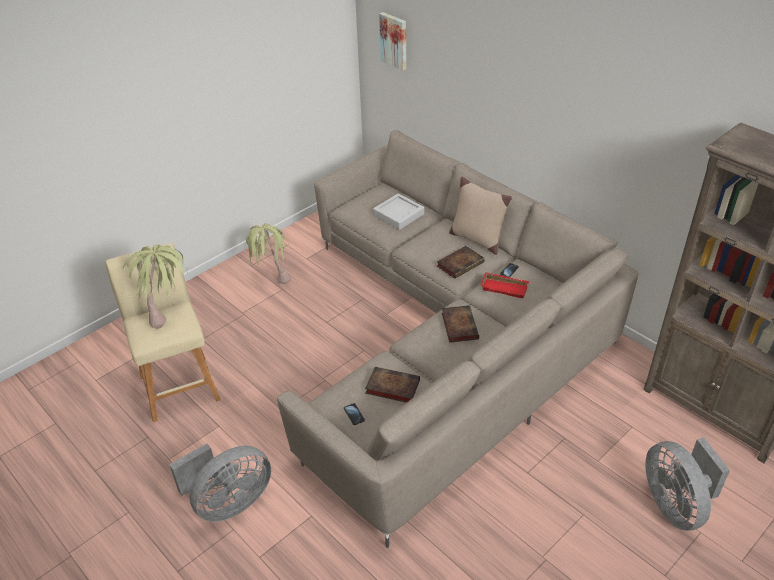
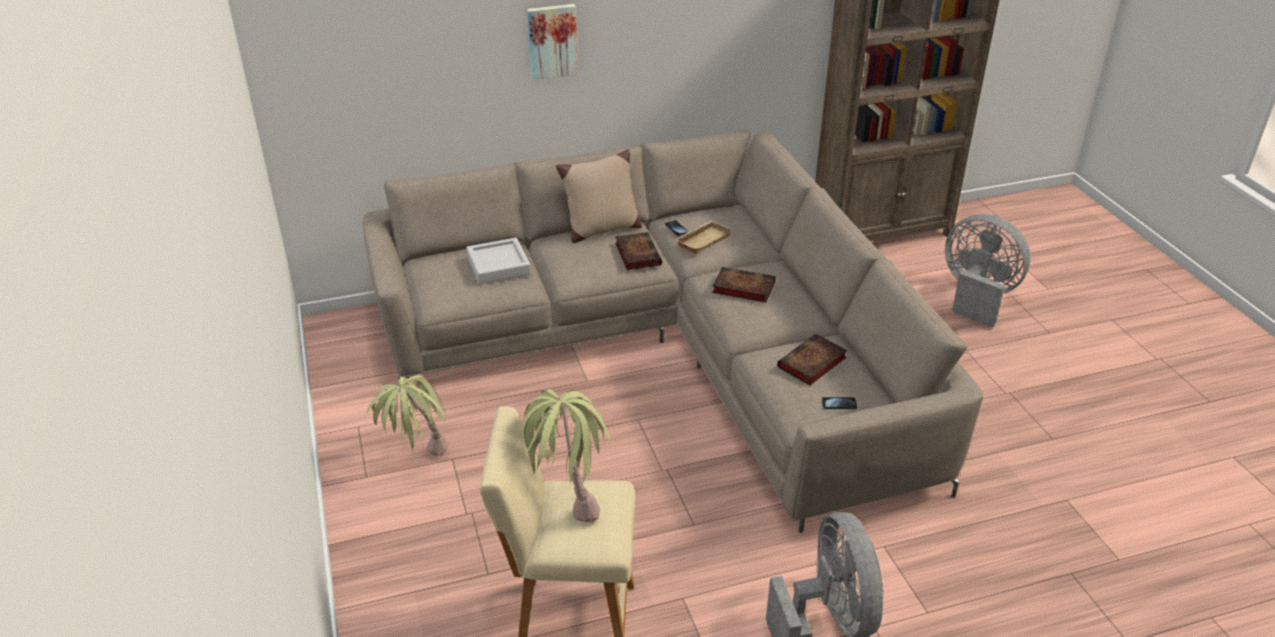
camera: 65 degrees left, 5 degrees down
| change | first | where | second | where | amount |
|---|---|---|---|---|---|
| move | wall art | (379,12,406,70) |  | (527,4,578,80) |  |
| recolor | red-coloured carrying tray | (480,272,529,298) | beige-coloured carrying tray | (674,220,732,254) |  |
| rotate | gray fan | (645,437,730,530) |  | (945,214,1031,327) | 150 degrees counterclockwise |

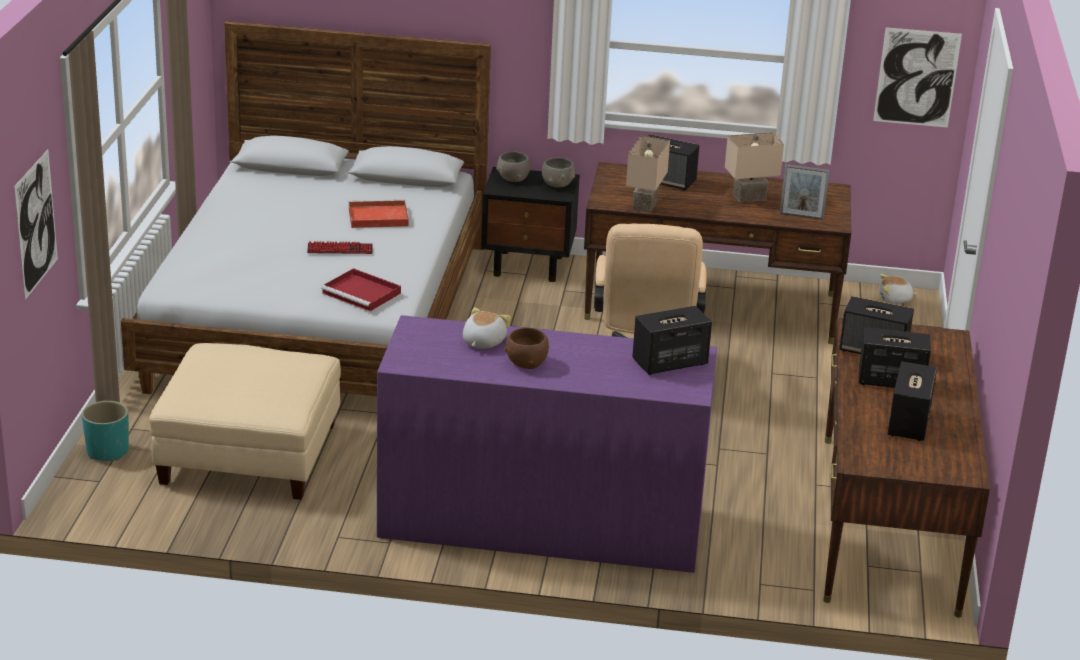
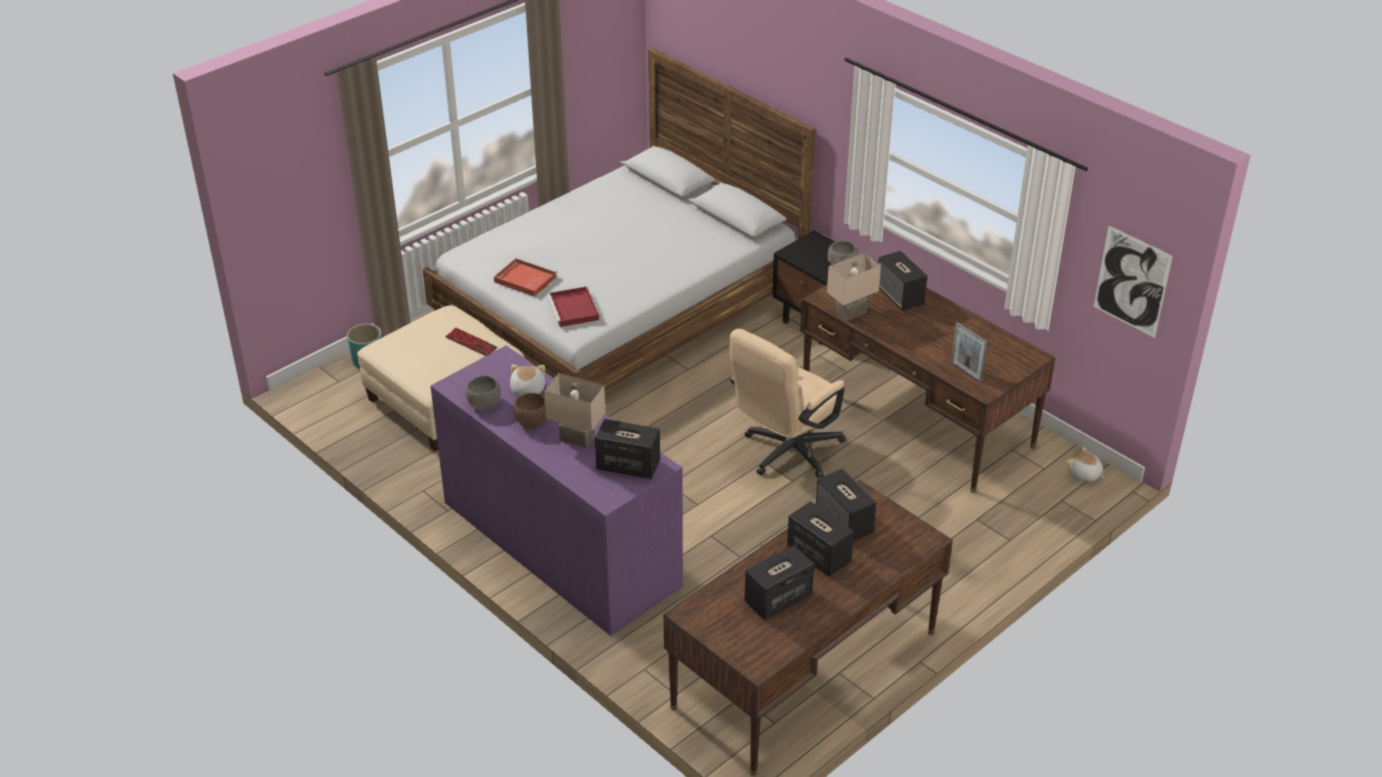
camera: 40 degrees right, 10 degrees up
| change | first | where | second | where | amount |
|---|---|---|---|---|---|
| move | computer keyboard | (307,241,373,254) |  | (446,327,497,356) |  |
| move | gray bowl | (496,152,531,182) |  | (465,376,501,411) |  |
| move | red-coloured carrying tray | (349,200,409,228) |  | (494,258,557,297) |  |
| rotate | cuddly toy | (463,307,511,349) |  | (510,364,545,397) | 60 degrees counterclockwise |
| move | beige-coloured tabletop lamp | (725,132,784,202) |  | (544,373,605,448) |  |
| delete | wall art | (14,150,58,300) |  |  |  |

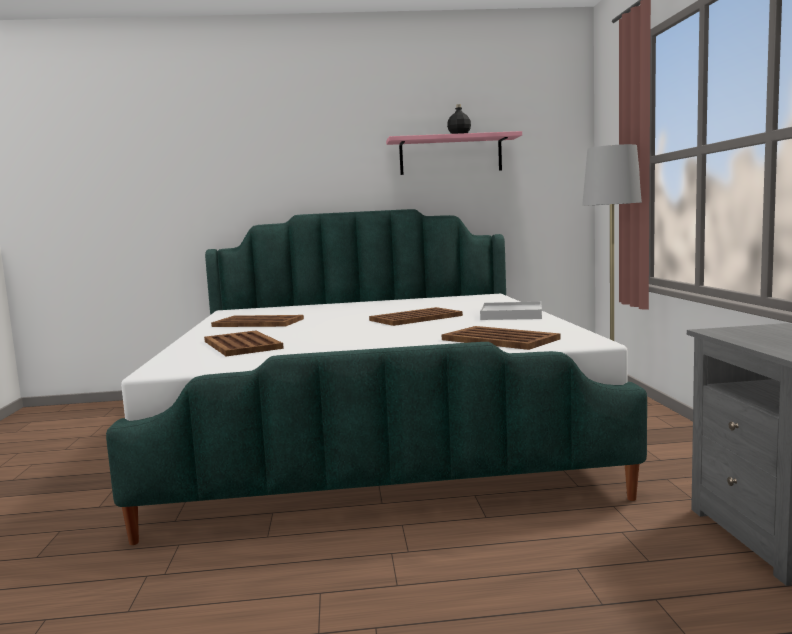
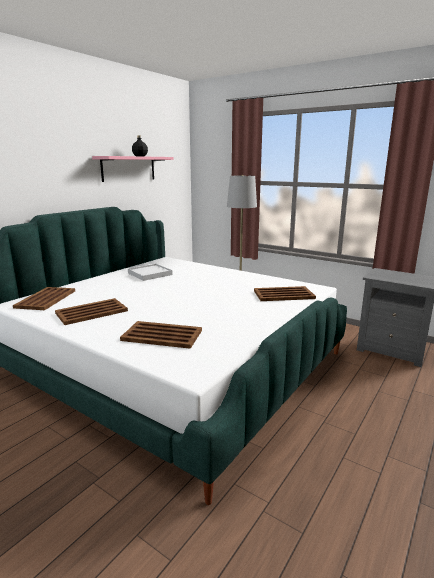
camera: 50 degrees left, 10 degrees up
| change | first | where | second | where | amount |
|---|---|---|---|---|---|
| move | brown carrying tray | (369,307,463,326) |  | (13,287,75,310) |  |
| move | white-coloured carrying tray | (480,302,542,320) |  | (128,264,173,281) |  |

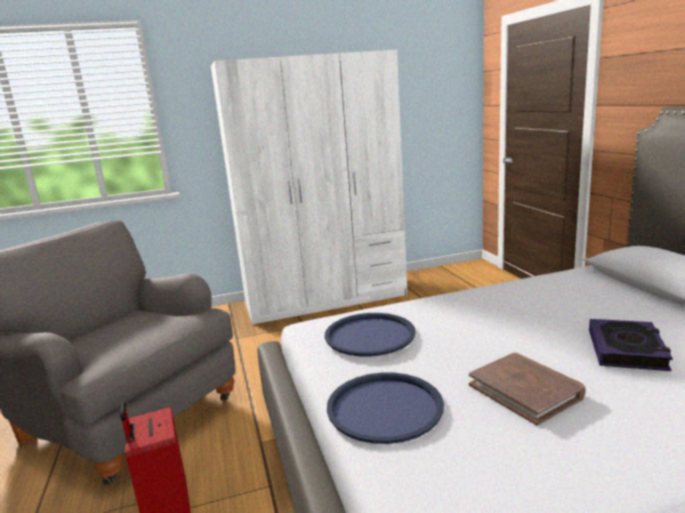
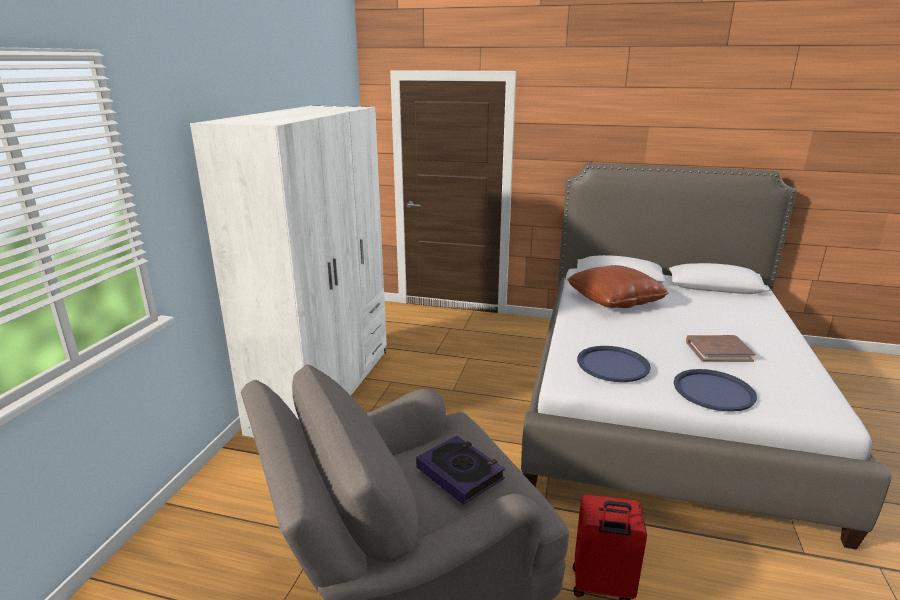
camera: 60 degrees left, 5 degrees up
| change | first | where | second | where | amount |
|---|---|---|---|---|---|
| move | book | (589,319,673,371) |  | (416,436,505,505) |  |
| insert |  |  | brown pillow | (567,265,668,308) |  |

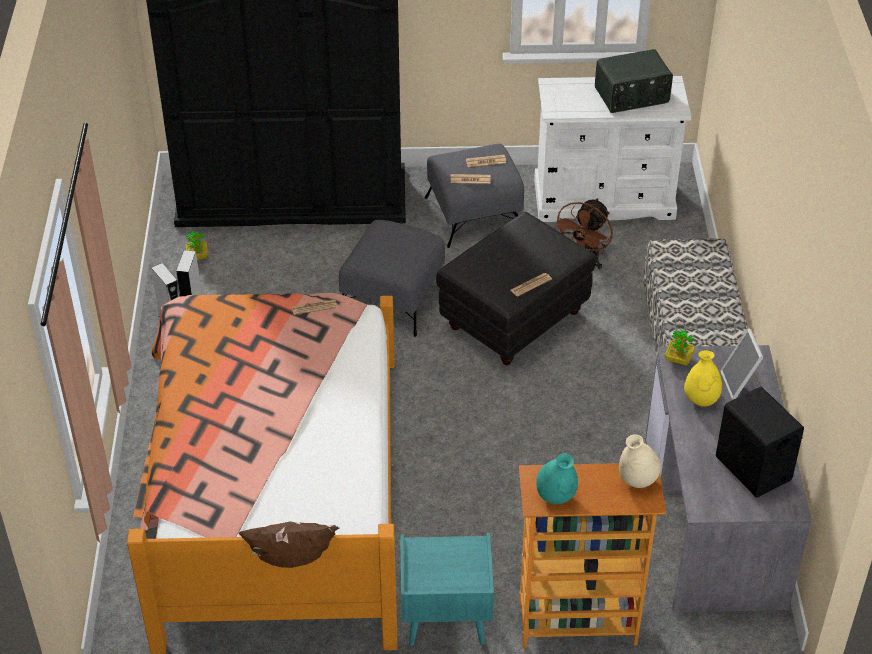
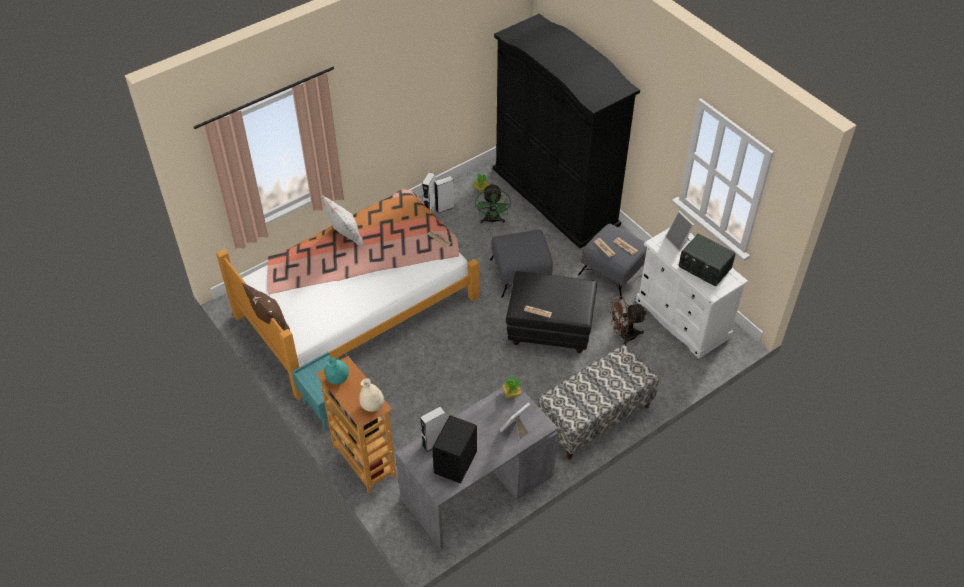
camera: 55 degrees right, 5 degrees up
| change | first | where | second | where | amount |
|---|---|---|---|---|---|
| insert |  |  | white-coloured pillow | (322,196,364,247) |  |
| insert |  |  | gray loudspeaker | (420,406,446,452) |  |
| insert |  |  | green fan | (475,183,511,224) |  |
| insert |  |  | photo frame | (665,211,694,252) |  |
| delete | yellow-coloured flower vase | (684,351,722,407) |  |  |  |

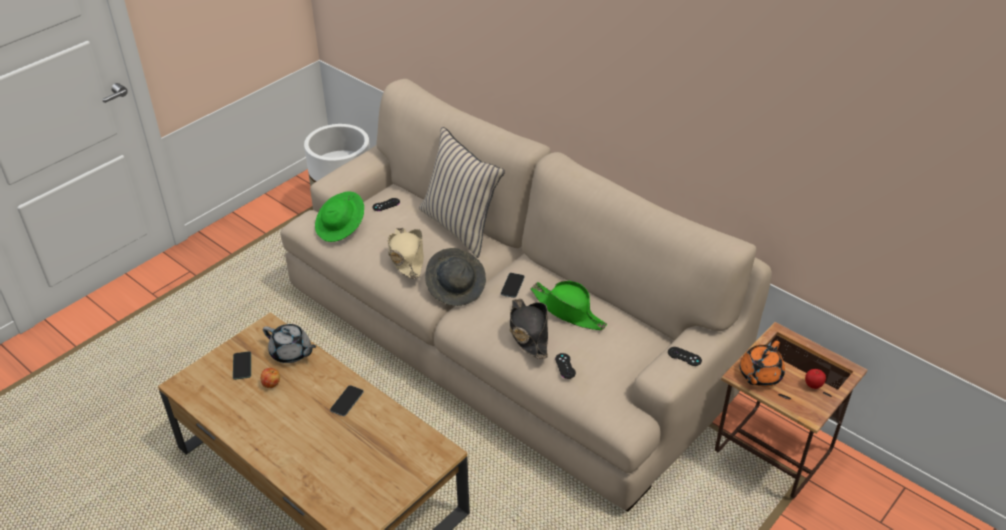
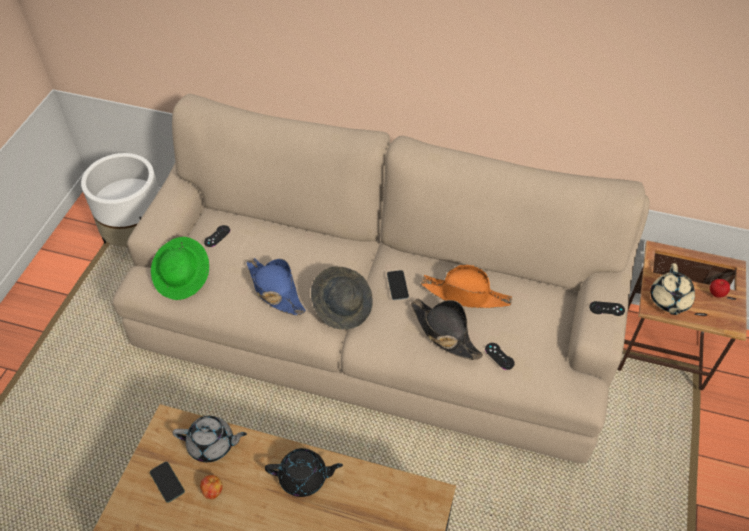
camera: 25 degrees left, 10 degrees up
| change | first | where | second | where | amount |
|---|---|---|---|---|---|
| recolor | beige-coloured wearable hat | (388,227,424,279) | blue wearable hat | (246,258,306,315) |  |
| replace | telephone | (330,385,363,416) | black-coloured teapot | (265,448,343,497) |  |
| recolor | green wearable hat | (531,280,607,330) | orange wearable hat | (421,265,512,308) |  |
| recolor | orange teapot | (740,341,785,387) | beige-coloured teapot | (650,263,695,315) |  |
| delete | beige-coloured pillow | (419,127,505,258) |  |  |  |

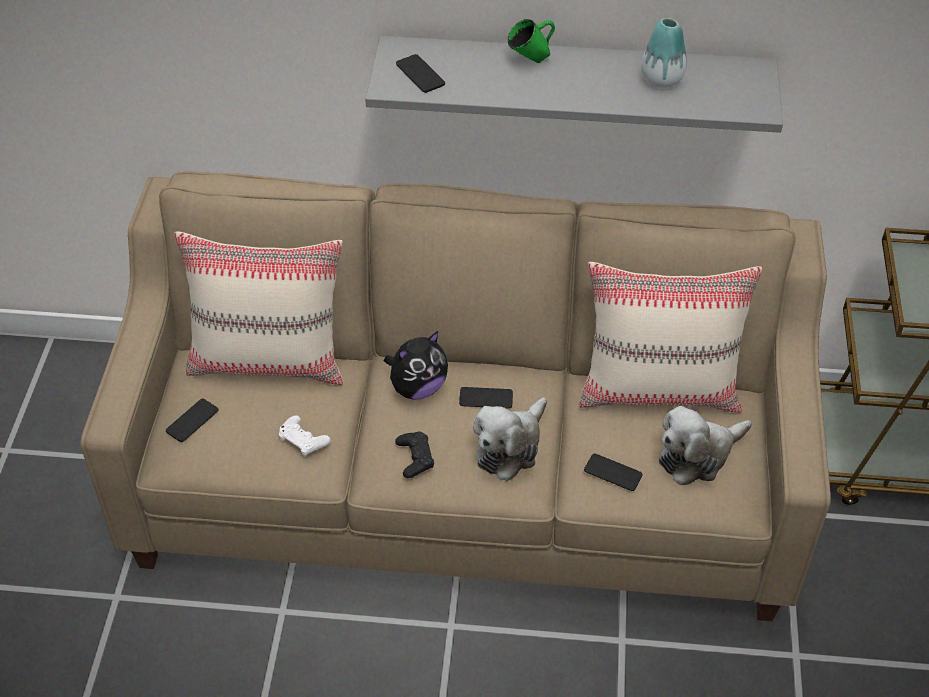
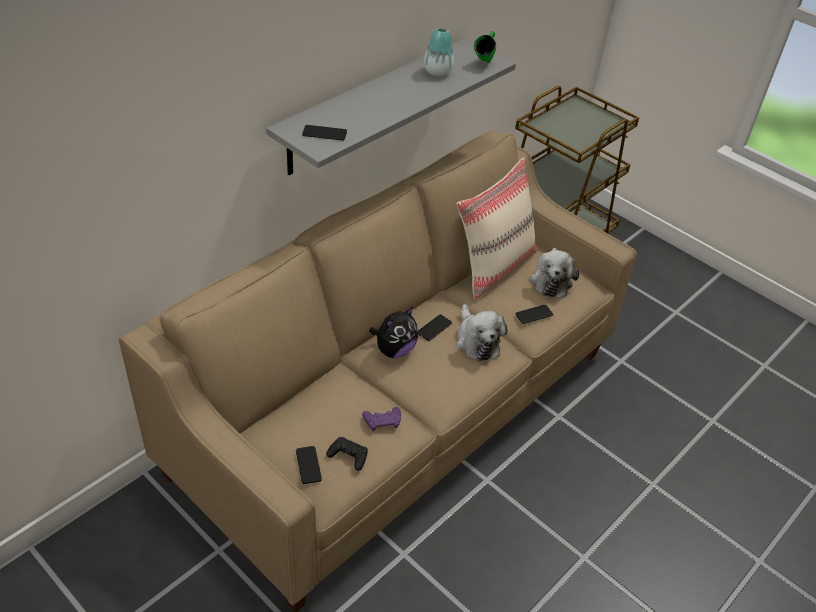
camera: 55 degrees left, 5 degrees down
| change | first | where | second | where | amount |
|---|---|---|---|---|---|
| move | black-coloured joypad | (395,431,434,478) |  | (326,437,368,471) |  |
| recolor | white-coloured joypad | (279,415,330,456) | purple joypad | (362,407,401,431) |  |
| rotate | cuddly toy | (384,331,448,400) |  | (369,306,418,358) | 45 degrees clockwise |
| move | green mug | (507,19,555,63) |  | (474,31,496,63) |  |
| delete | beige-coloured pillow | (175,231,344,385) |  |  |  |

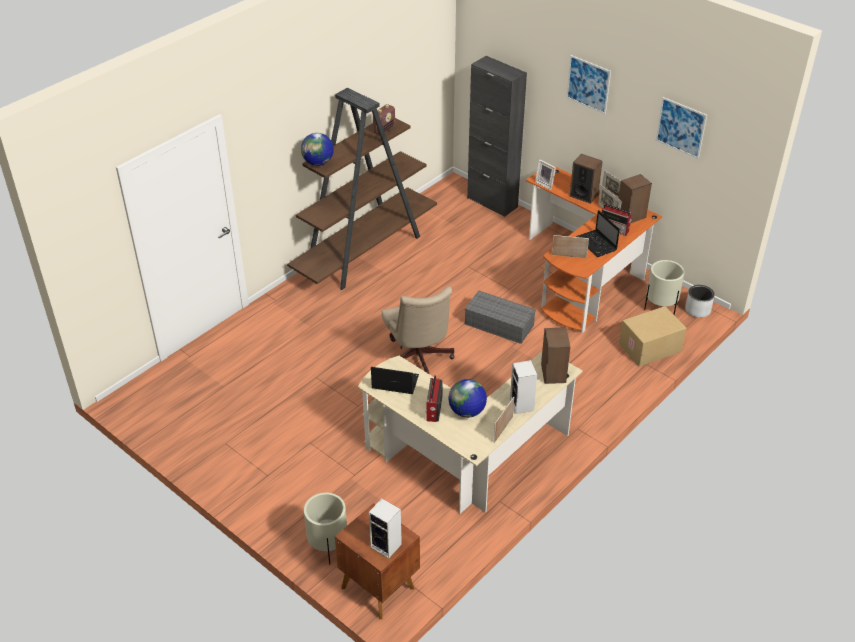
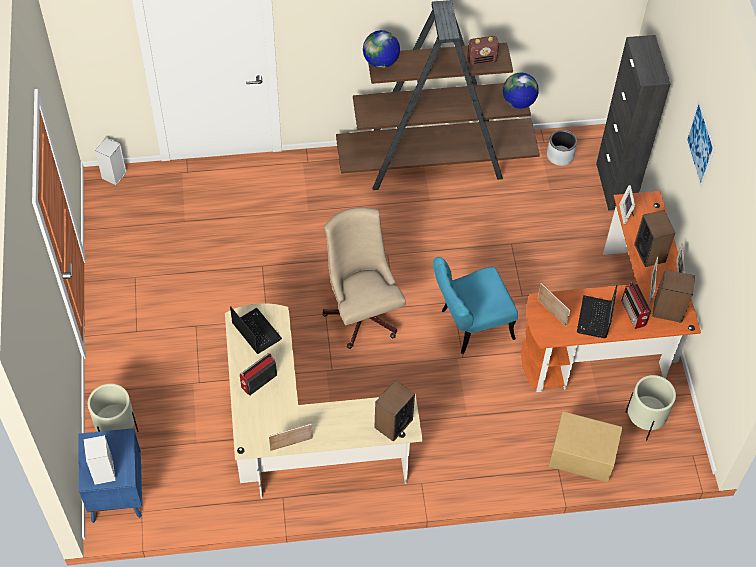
camera: 40 degrees right, 15 degrees up
| change | first | where | second | where | amount |
|---|---|---|---|---|---|
| recolor | brown bedside table | (335,503,420,619) | blue bedside table | (79,428,142,523) |  |
| move | loudspeaker | (510,360,537,414) |  | (95,138,127,185) |  |
| rotate | beige-coloured desk chair | (382,286,455,374) |  | (322,207,406,349) | 135 degrees clockwise |
| replace | gray storage bin | (465,290,536,344) | blue-green upright chair | (433,257,518,354) |  |
| move | world globe | (448,379,487,418) |  | (503,73,539,109) |  |
| move | gray flower pot | (685,285,715,318) |  | (547,130,577,166) |  |
| delete | wall art | (655,97,707,159) |  |  |  |

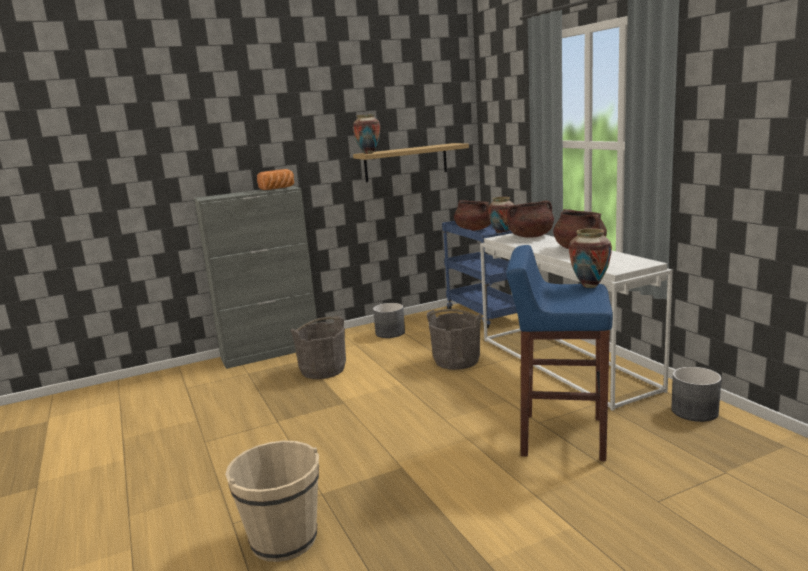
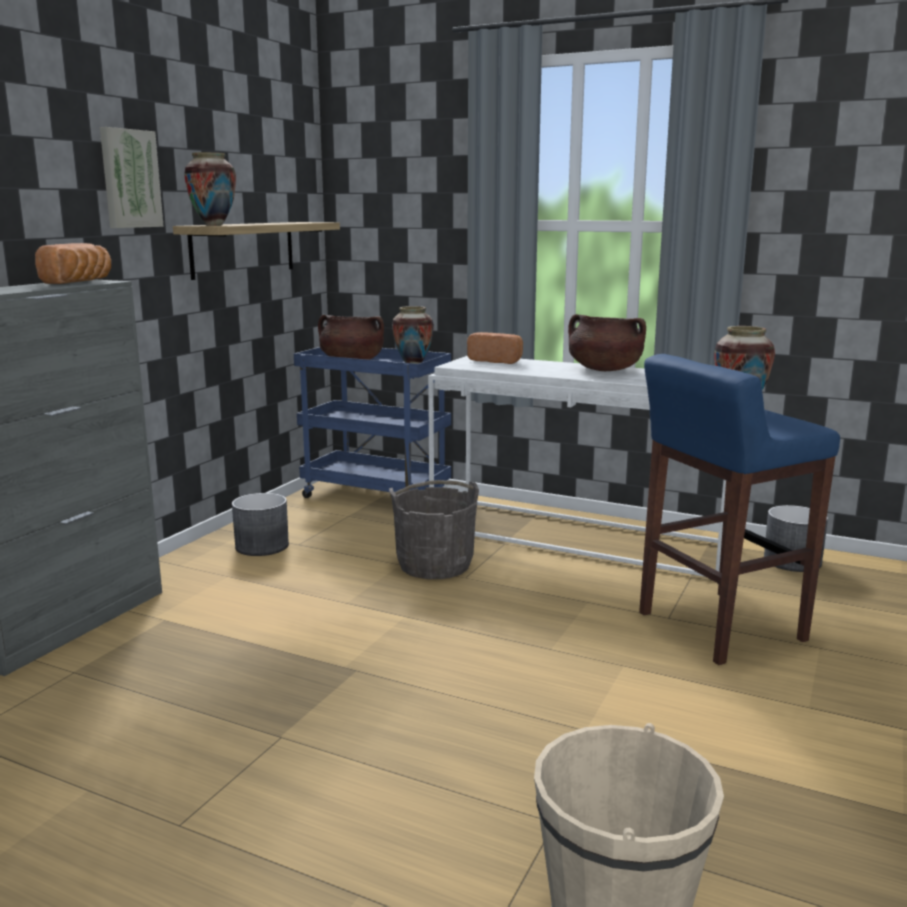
camera: 40 degrees left, 0 degrees up
| change | first | where | second | where | amount |
|---|---|---|---|---|---|
| insert |  |  | wall art | (100,127,164,228) |  |
| replace | brown stockpot | (507,201,554,238) | baked bread | (467,332,523,364) |  |
| delete | gray water bucket | (290,316,346,379) |  |  |  |

